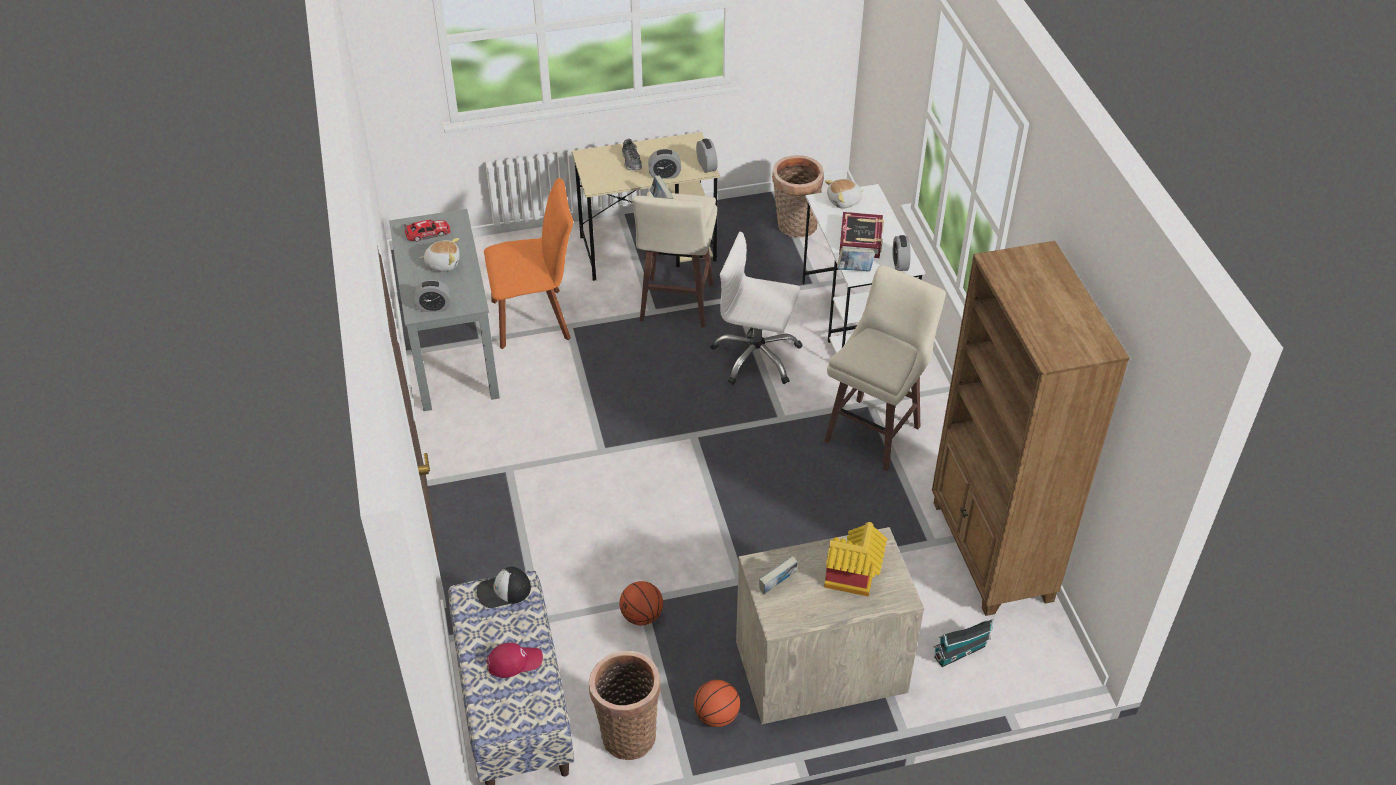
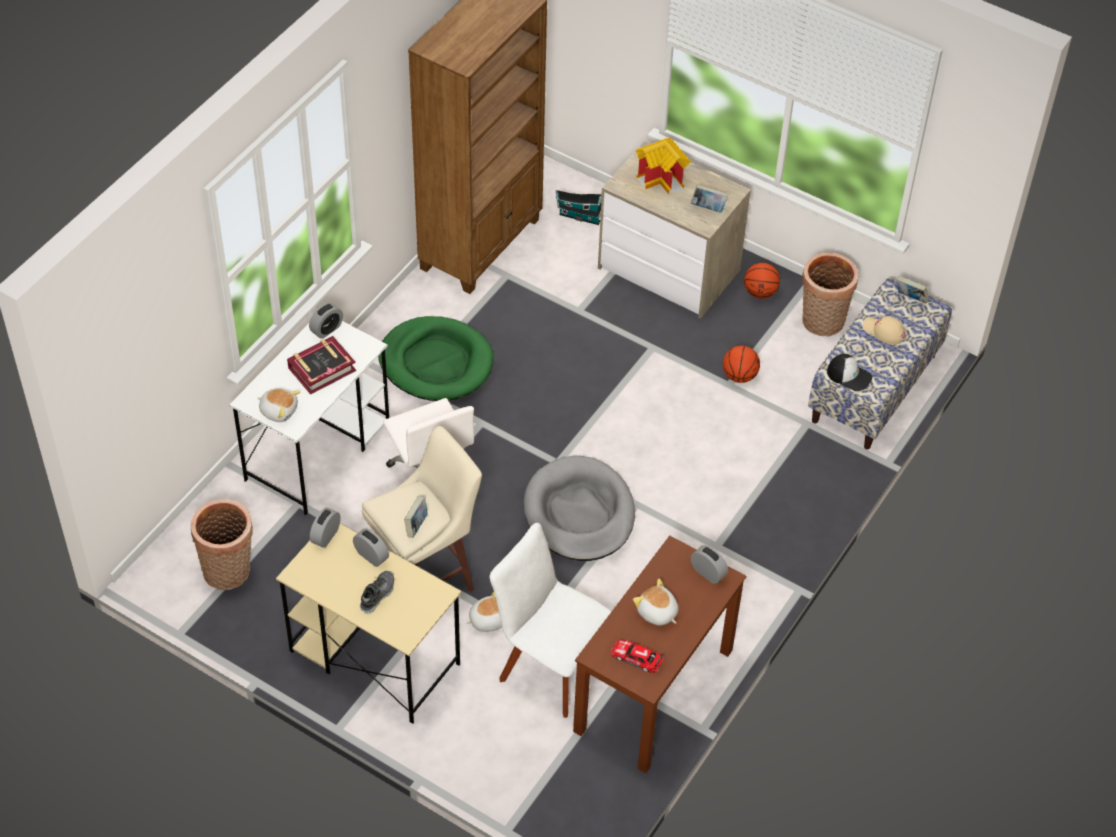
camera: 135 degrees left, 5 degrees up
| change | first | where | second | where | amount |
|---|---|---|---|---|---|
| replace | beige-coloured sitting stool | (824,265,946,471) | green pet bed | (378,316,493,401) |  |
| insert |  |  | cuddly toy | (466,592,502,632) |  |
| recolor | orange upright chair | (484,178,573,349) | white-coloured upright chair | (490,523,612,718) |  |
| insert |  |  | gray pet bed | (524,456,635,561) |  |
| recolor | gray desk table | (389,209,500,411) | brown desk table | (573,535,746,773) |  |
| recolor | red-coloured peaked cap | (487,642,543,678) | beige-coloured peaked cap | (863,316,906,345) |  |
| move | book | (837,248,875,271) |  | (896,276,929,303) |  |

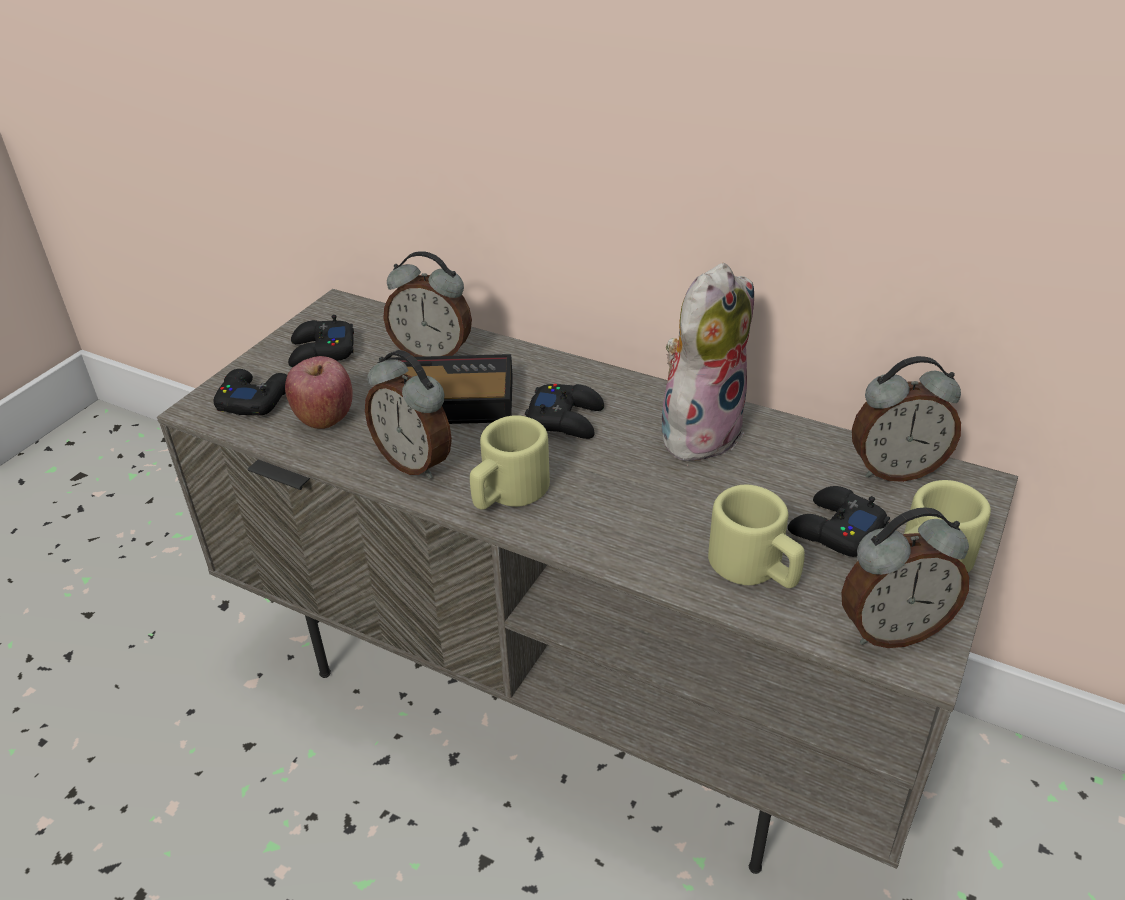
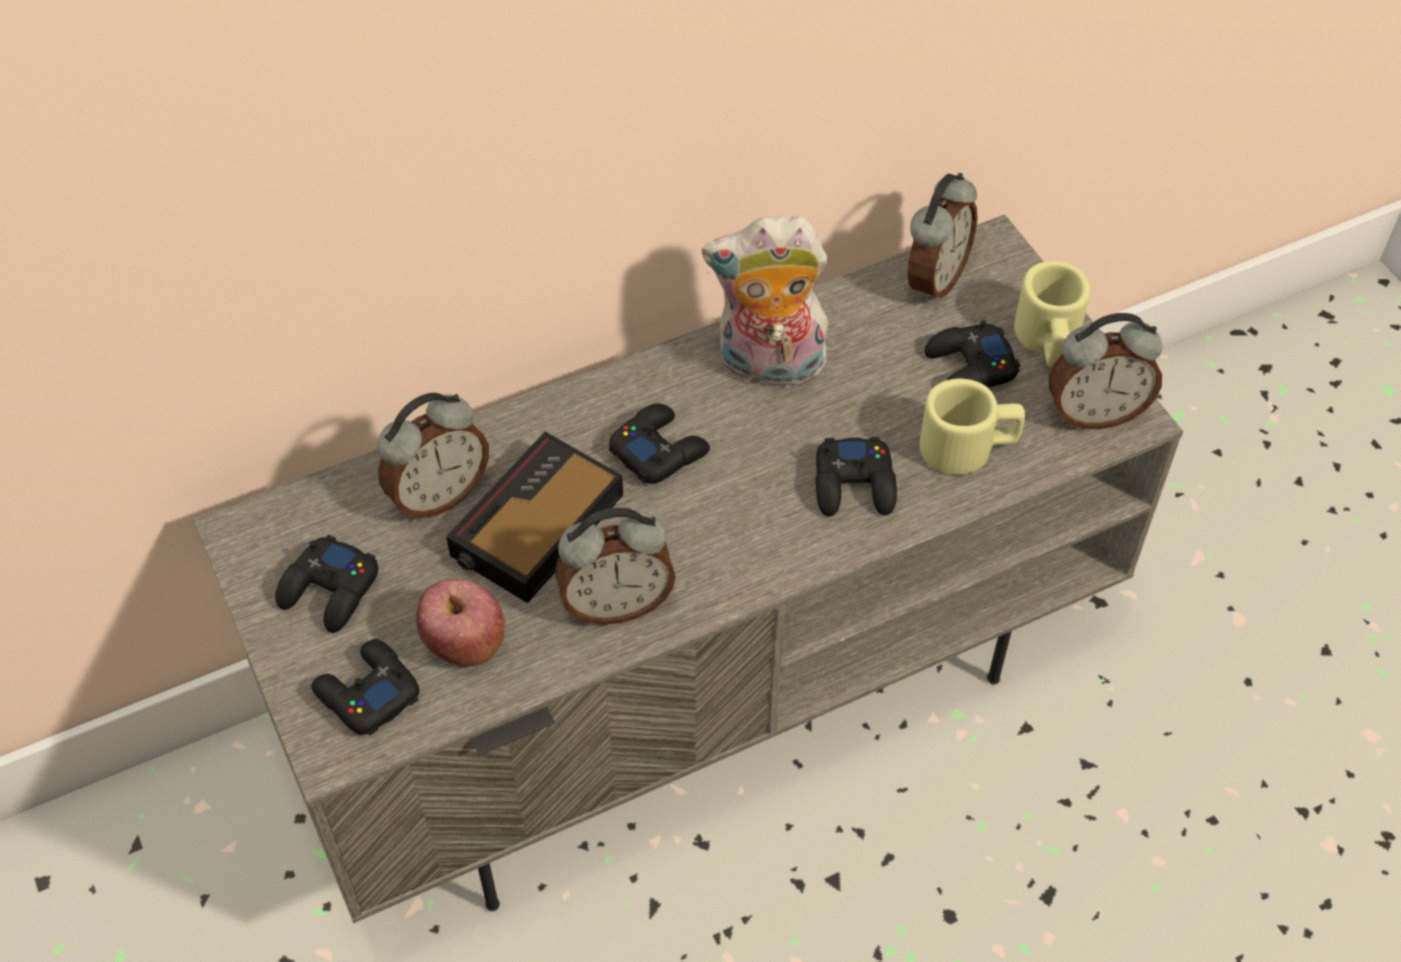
camera: 55 degrees left, 15 degrees up
| change | first | where | second | where | amount |
|---|---|---|---|---|---|
| rotate | cuddly toy | (661,263,754,466) |  | (702,216,829,394) | 75 degrees counterclockwise |
| insert |  |  | black-coloured joypad | (816,437,897,516) |  |
| rotate | alarm clock | (841,508,969,648) |  | (1049,313,1163,429) | 60 degrees clockwise |
| delete | beige-coloured mug | (470,415,550,510) |  |  |  |

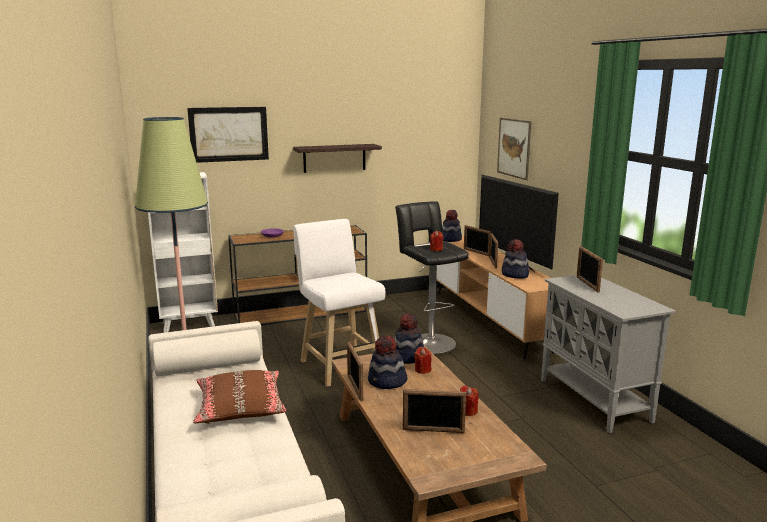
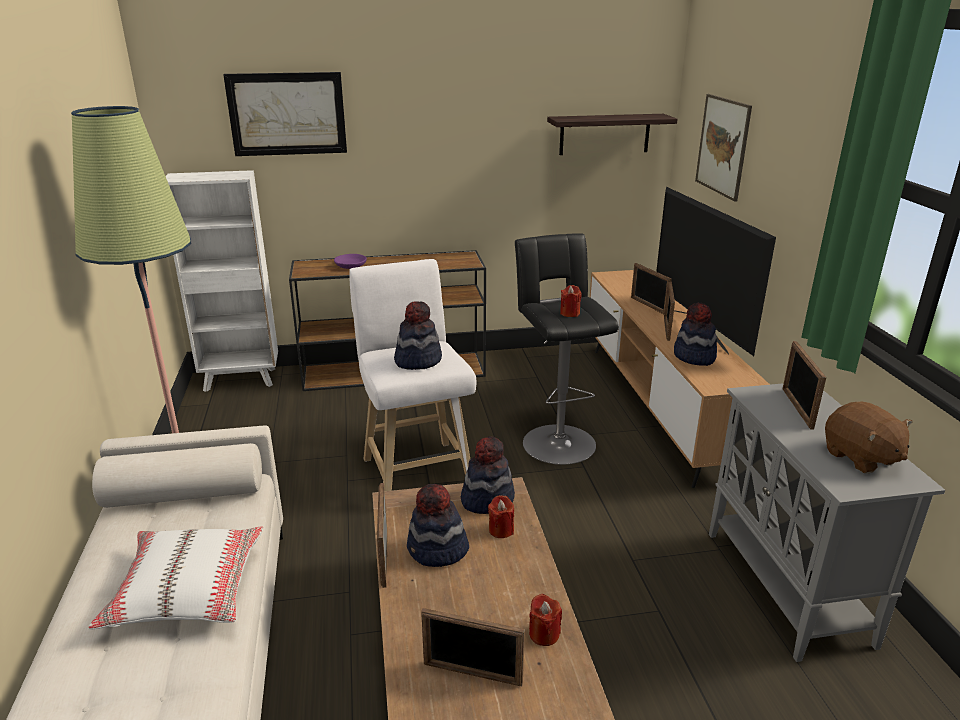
camera: 10 degrees right, 10 degrees up
| change | first | where | second | where | amount |
|---|---|---|---|---|---|
| recolor | brown pillow | (193,370,286,424) | white-coloured pillow | (88,526,263,630) |  |
| move | wearable hat | (442,210,462,242) |  | (394,301,442,370) |  |
| move | shelf | (293,144,382,173) |  | (547,114,678,155) |  |
| insert |  |  | brown cuddly toy | (825,401,912,474) |  |

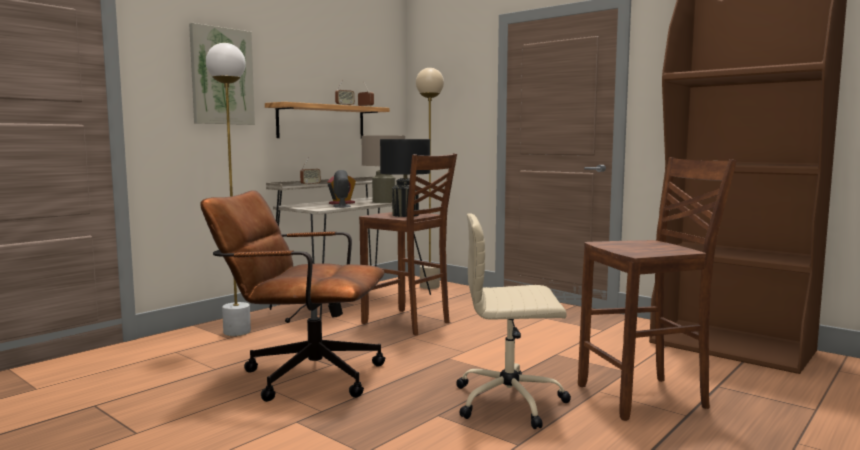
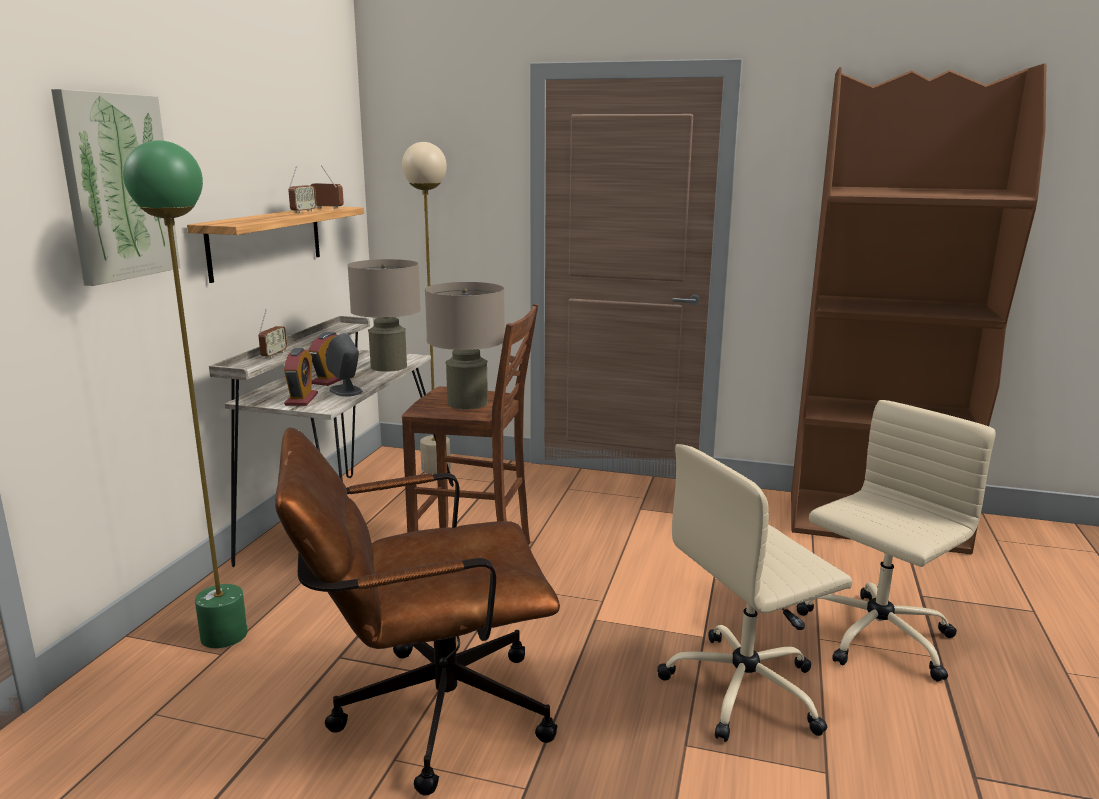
camera: 25 degrees left, 10 degrees up
| change | first | where | second | where | amount |
|---|---|---|---|---|---|
| recolor | white-coloured standard lamp | (206,43,251,336) | green standard lamp | (123,140,248,649) |  |
| insert |  |  | alarm clock | (284,348,318,406) |  |
| recolor | black-coloured tabletop lamp | (380,139,430,217) | beige-coloured tabletop lamp | (425,282,505,409) |  |
| replace | brown sitting stool | (578,157,737,421) | beige-coloured desk chair | (797,400,996,681) |  |

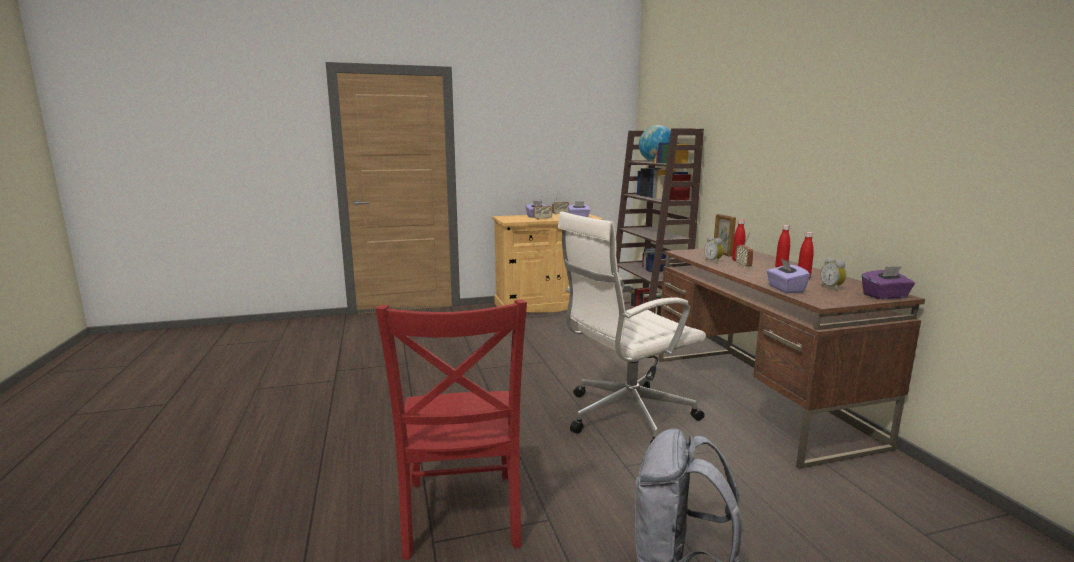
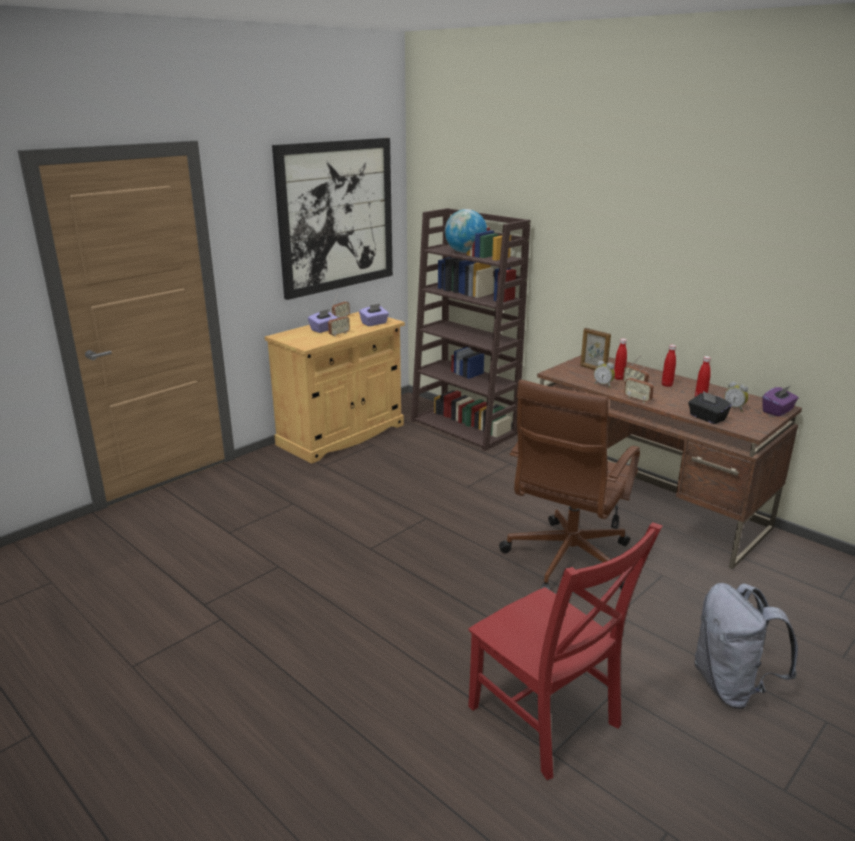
camera: 30 degrees left, 10 degrees up
| change | first | where | second | where | amount |
|---|---|---|---|---|---|
| insert |  |  | wall art | (272,138,393,300) |  |
| recolor | white-coloured desk chair | (558,212,706,444) | brown desk chair | (499,380,640,590) |  |
| insert |  |  | radio | (624,366,654,403) |  |
| recolor | purple tissue holder | (766,258,810,293) | black-coloured tissue holder | (688,391,732,424) |  |

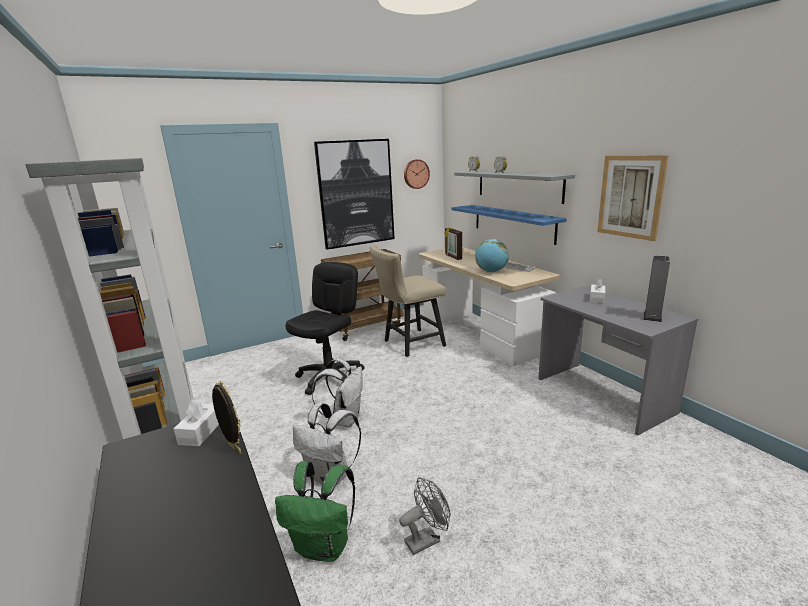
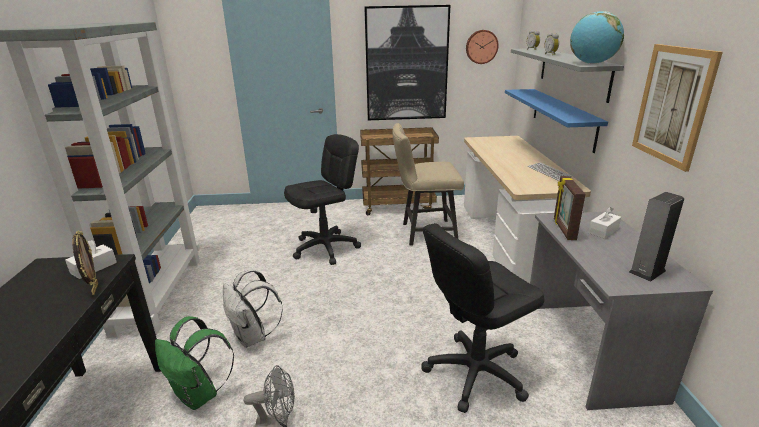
camera: 25 degrees right, 5 degrees up
| change | first | where | second | where | amount |
|---|---|---|---|---|---|
| insert |  |  | black-coloured desk chair | (421,223,544,413) |  |
| move | photo frame | (444,228,462,260) |  | (554,176,585,240) |  |
| move | world globe | (475,239,509,272) |  | (570,11,624,64) |  |
| delete | white-coloured knapsack | (312,358,363,428) |  |  |  |

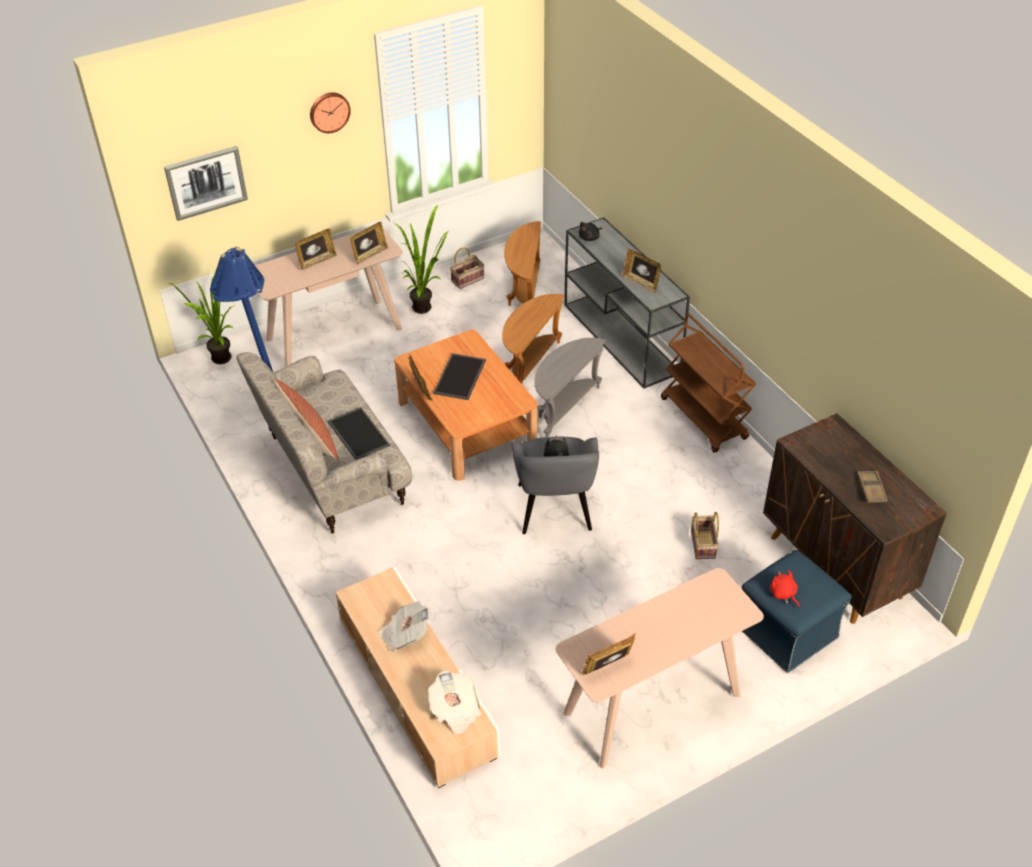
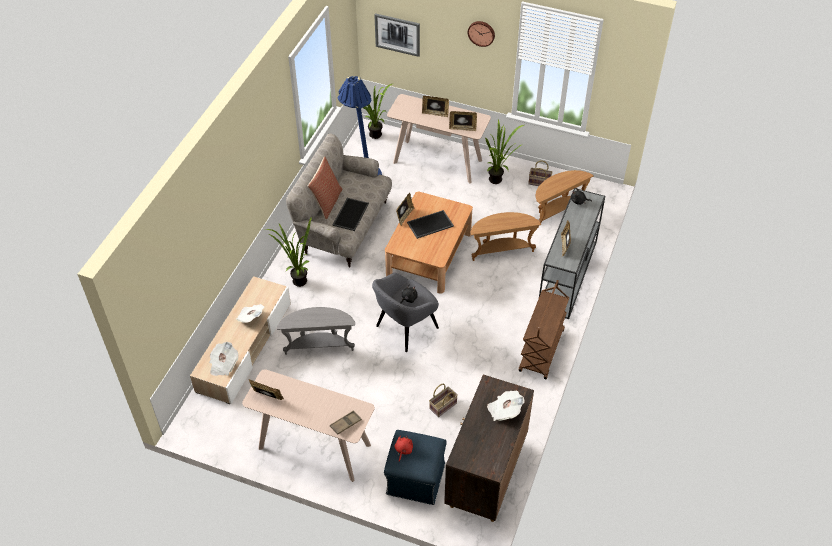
camera: 50 degrees right, 5 degrees up
| change | first | where | second | where | amount |
|---|---|---|---|---|---|
| insert |  |  | potted plant | (265,216,312,287) |  |
| move | gray accent table | (534,338,606,437) |  | (277,307,355,355) |  |
| move | brown carrying tray | (858,470,888,503) |  | (330,410,362,435) |  |
| insert |  |  | daily paper | (487,390,525,421) |  |

